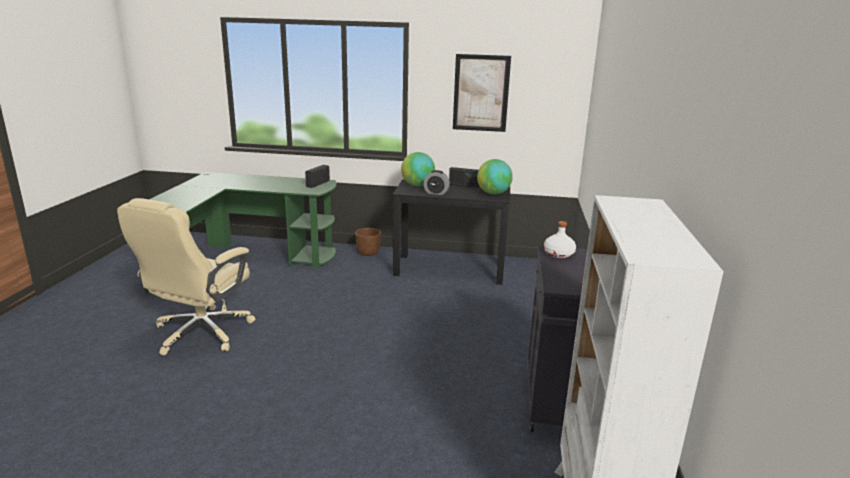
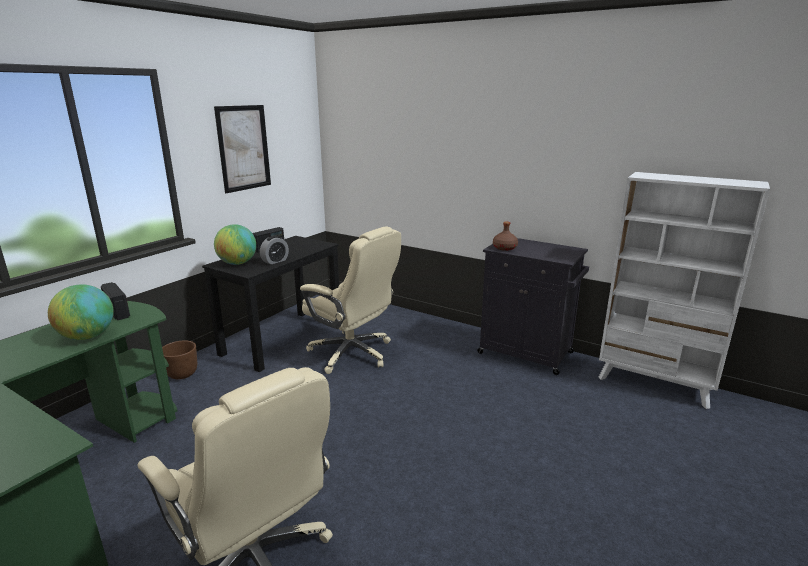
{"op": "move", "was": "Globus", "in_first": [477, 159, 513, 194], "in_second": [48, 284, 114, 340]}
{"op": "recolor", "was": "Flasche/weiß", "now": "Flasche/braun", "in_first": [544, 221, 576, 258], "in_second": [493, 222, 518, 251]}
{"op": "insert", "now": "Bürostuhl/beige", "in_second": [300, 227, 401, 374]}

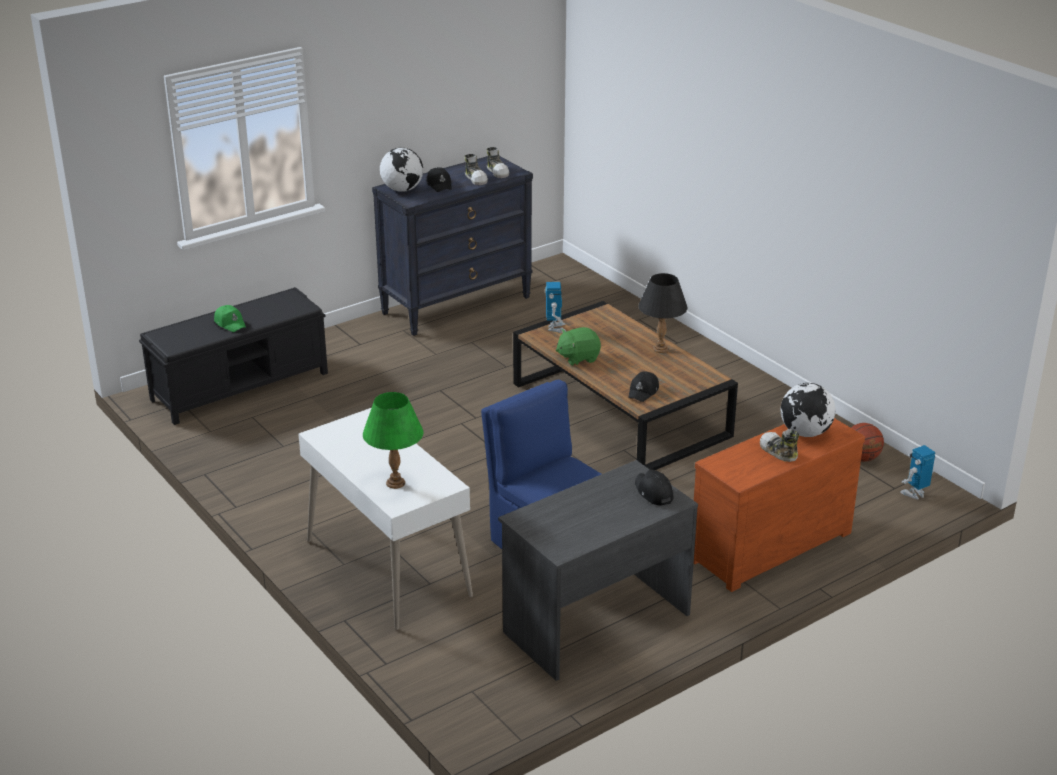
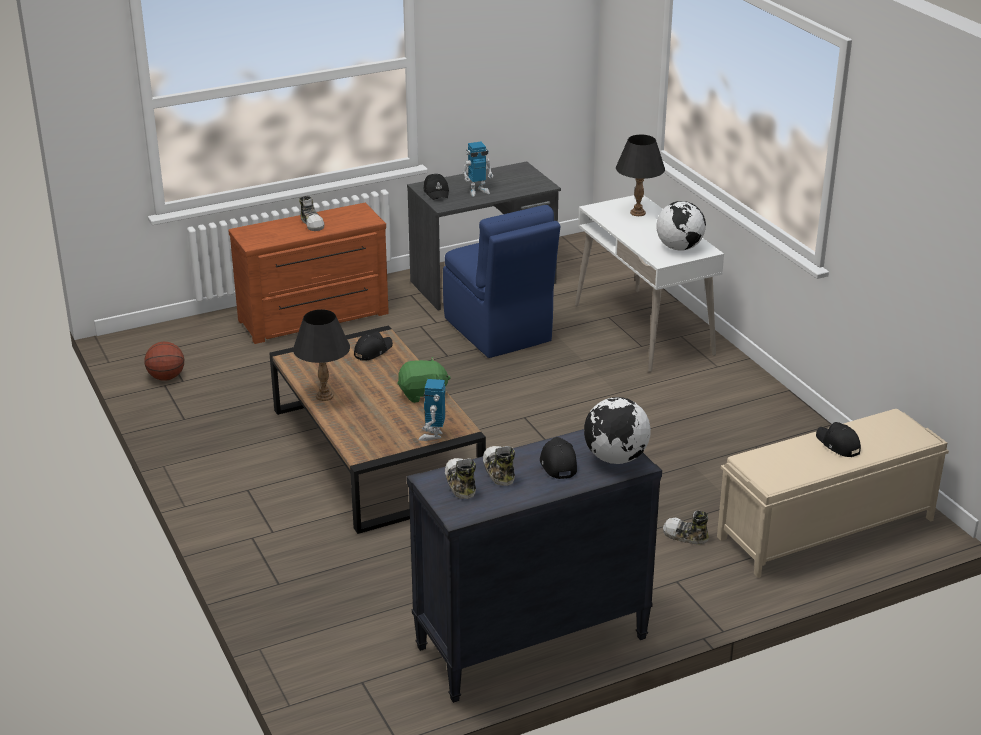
{"op": "recolor", "was": "Bank/schwarz", "now": "Bank/beige", "in_first": [139, 287, 328, 425], "in_second": [717, 409, 949, 578]}
{"op": "recolor", "was": "Kappe/grün", "now": "Kappe/schwarz", "in_first": [214, 305, 246, 332], "in_second": [816, 422, 861, 457]}
{"op": "recolor", "was": "Tischlampe/grün", "now": "Tischlampe/schwarz", "in_first": [363, 392, 423, 489], "in_second": [616, 135, 665, 216]}
{"op": "move", "was": "Globus", "in_first": [781, 383, 836, 437], "in_second": [656, 201, 706, 251]}
{"op": "move", "was": "Spielzeugroboter", "in_first": [900, 445, 936, 500], "in_second": [462, 142, 493, 196]}
{"op": "insert", "now": "Schuh", "in_second": [663, 511, 709, 545]}

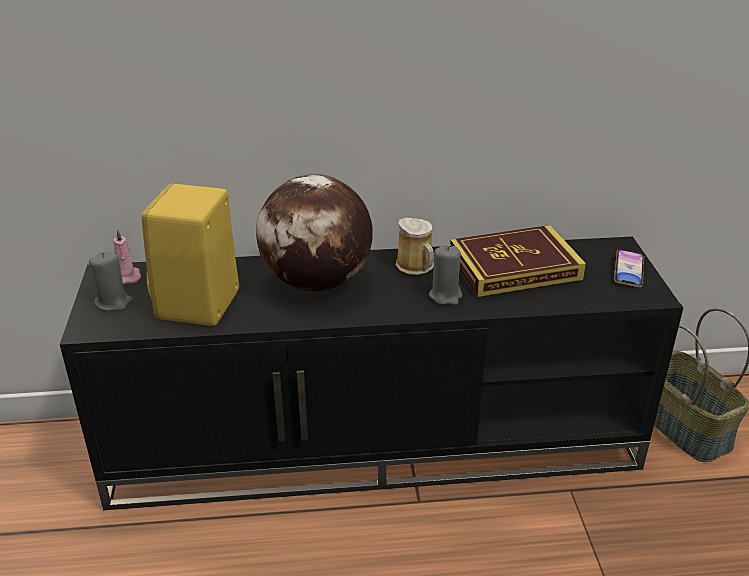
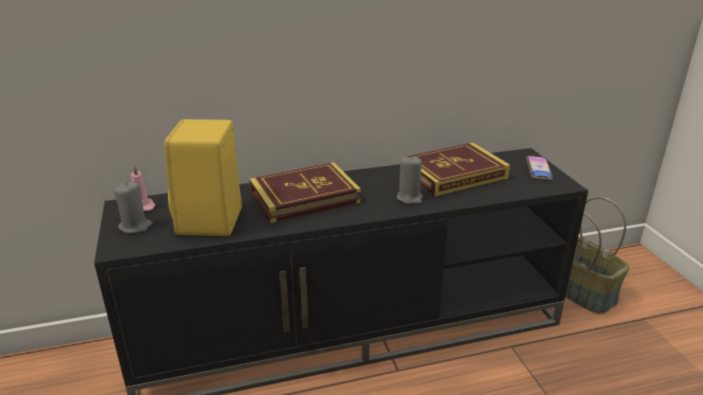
{"op": "replace", "was": "Globus", "now": "Buch", "in_first": [256, 174, 373, 292], "in_second": [249, 162, 361, 223]}
{"op": "delete", "was": "Henkelbecher", "in_first": [396, 217, 434, 275]}

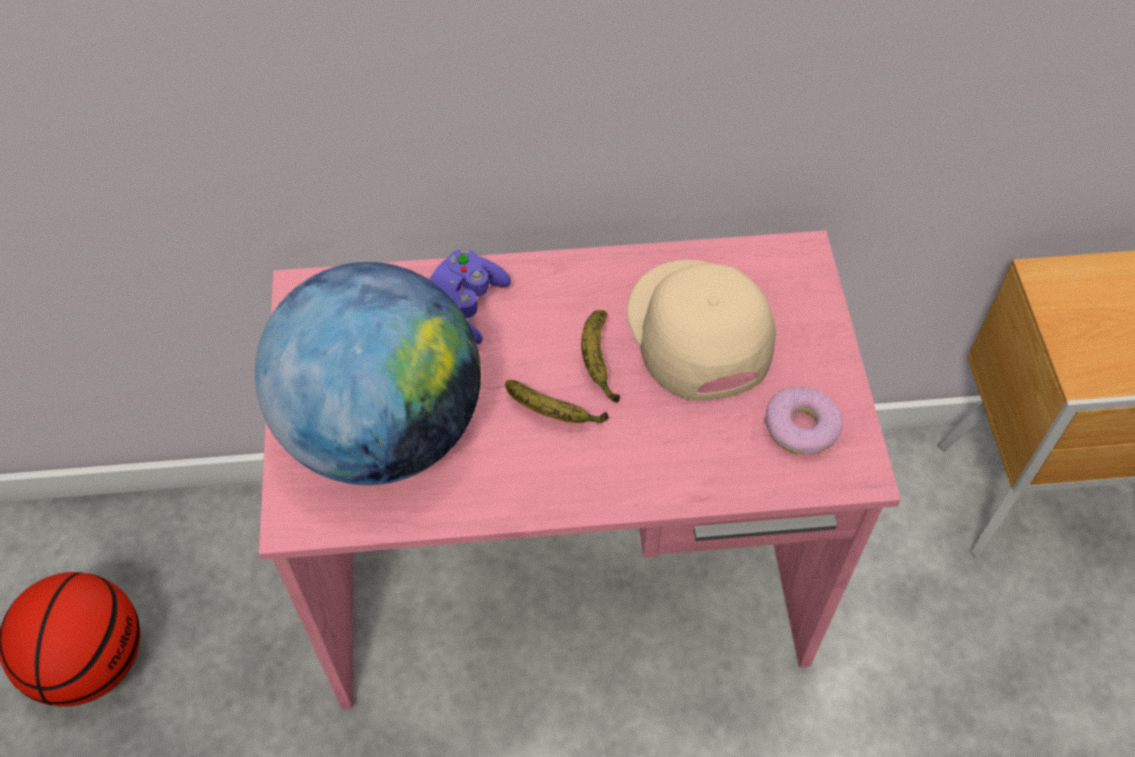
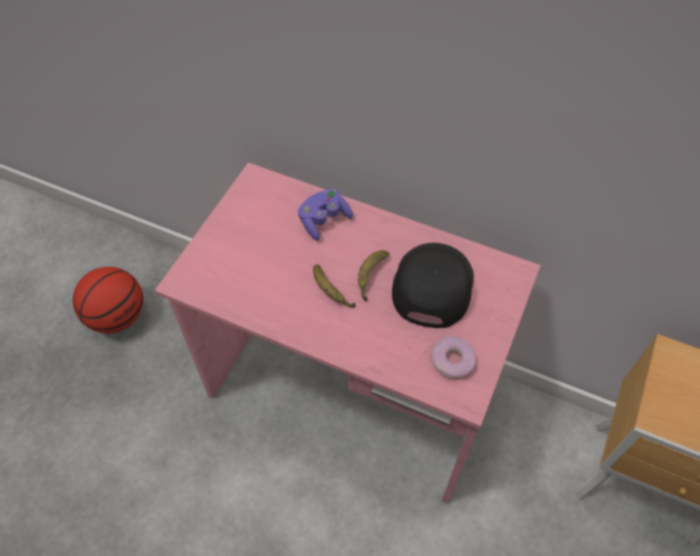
{"op": "delete", "was": "Globus", "in_first": [255, 262, 481, 485]}
{"op": "recolor", "was": "Kappe/beige", "now": "Kappe/schwarz", "in_first": [627, 260, 776, 401], "in_second": [392, 243, 474, 328]}

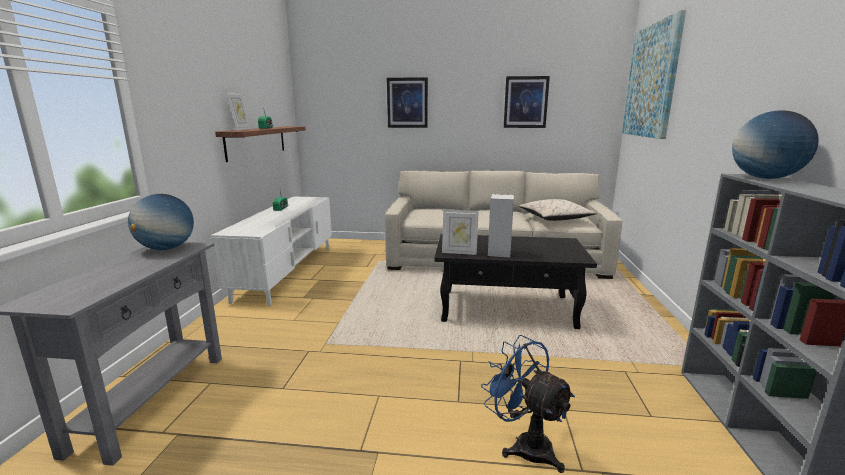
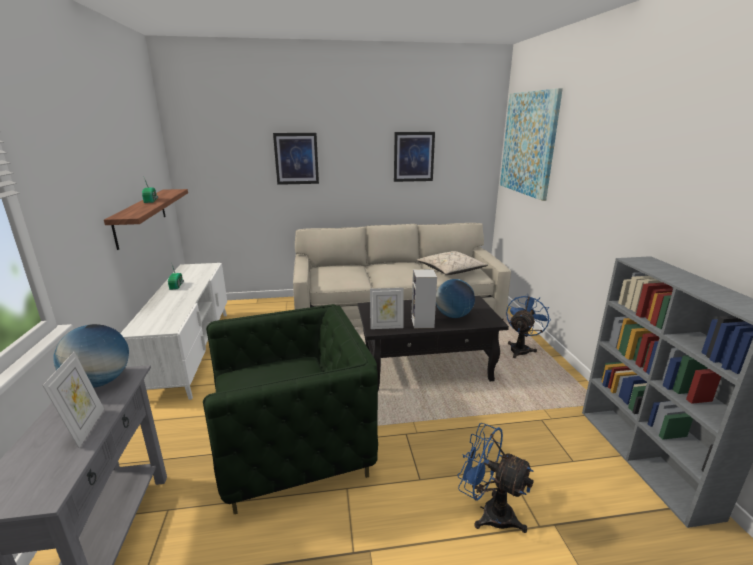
{"op": "move", "was": "Bilderrahmen", "in_first": [226, 91, 251, 130], "in_second": [42, 352, 104, 448]}
{"op": "move", "was": "Globus", "in_first": [732, 110, 819, 179], "in_second": [436, 279, 475, 318]}
{"op": "insert", "now": "Sessel/grün", "in_second": [203, 304, 378, 514]}
{"op": "insert", "now": "Ventilator/blau", "in_second": [506, 294, 551, 358]}

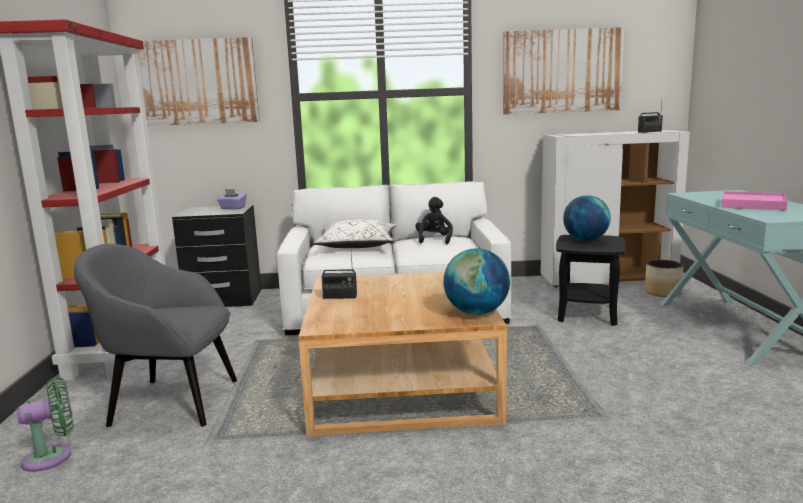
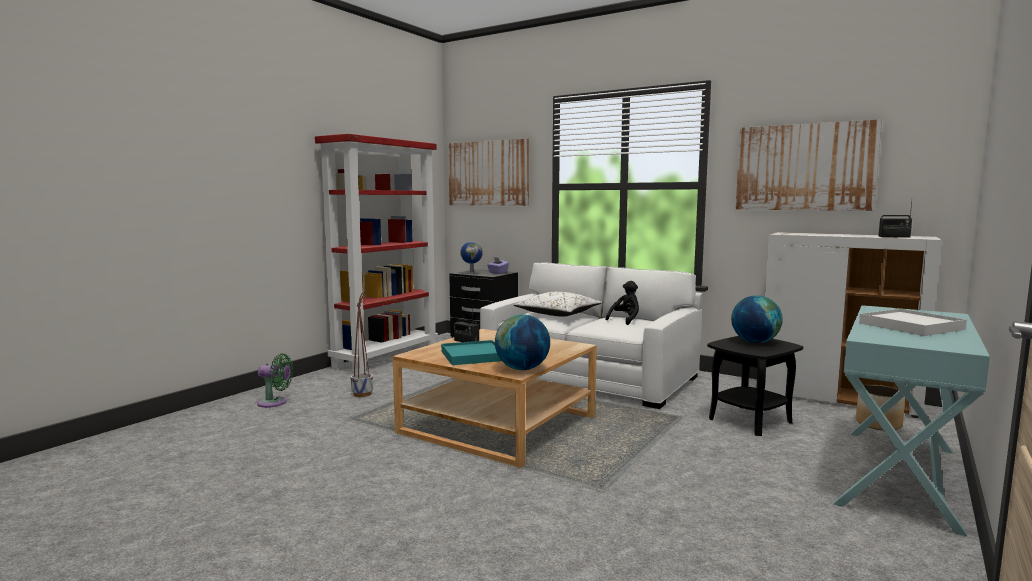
{"op": "replace", "was": "Sessel/grau", "now": "Pflanzkübel", "in_first": [74, 244, 237, 427], "in_second": [351, 291, 373, 397]}
{"op": "recolor", "was": "Tablett/rosa", "now": "Tablett/weiß", "in_first": [721, 191, 788, 211], "in_second": [859, 309, 967, 336]}
{"op": "insert", "now": "Tablett/türkis", "in_second": [441, 340, 501, 365]}
{"op": "insert", "now": "Globus", "in_second": [460, 242, 483, 274]}

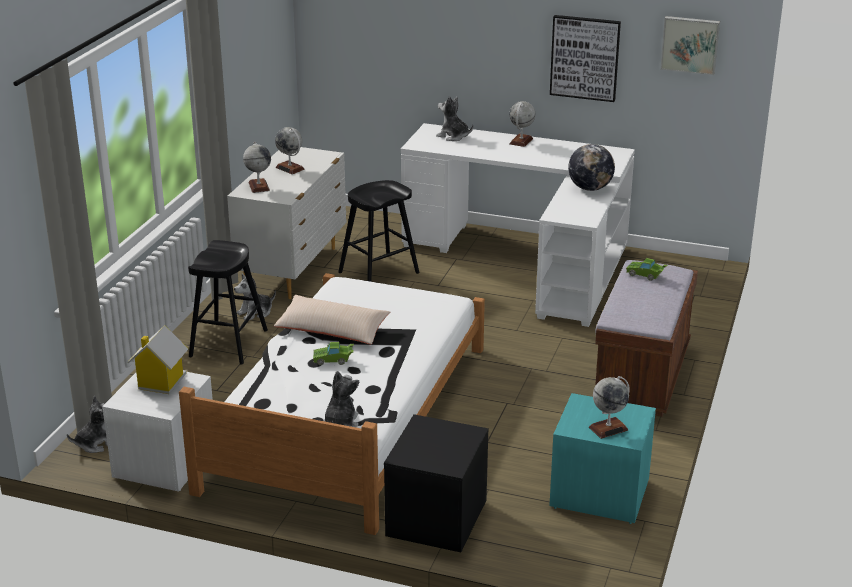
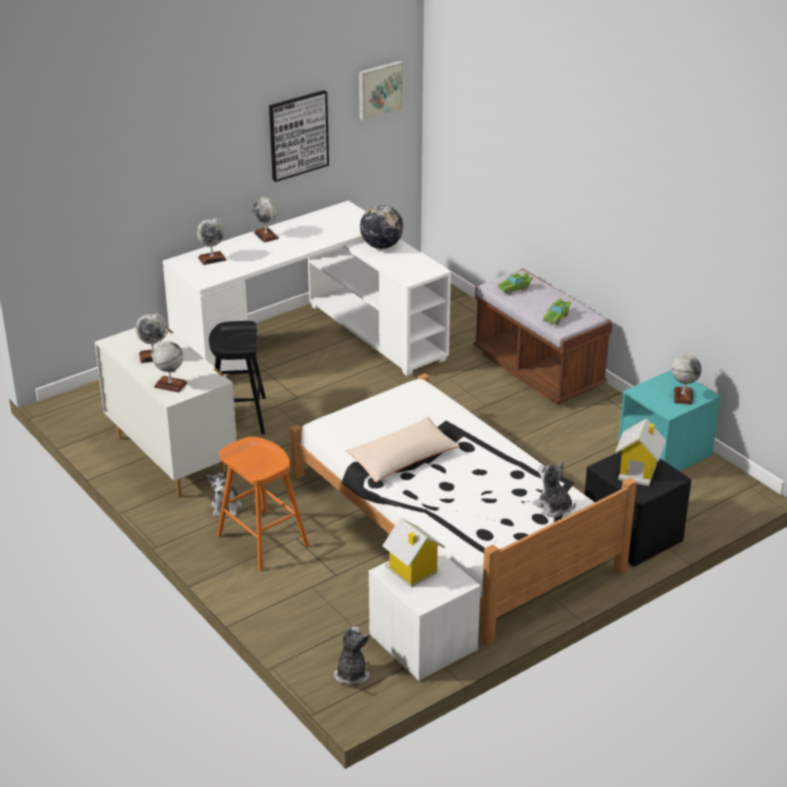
{"op": "recolor", "was": "Hocker/schwarz", "now": "Hocker/orange", "in_first": [188, 240, 268, 365], "in_second": [217, 437, 309, 571]}
{"op": "move", "was": "Spielzeugauto/grün", "in_first": [313, 342, 354, 365], "in_second": [543, 299, 571, 325]}
{"op": "replace", "was": "Plüschtier", "now": "Globus", "in_first": [436, 96, 473, 141], "in_second": [197, 218, 227, 265]}
{"op": "insert", "now": "Spielzeughaus", "in_second": [615, 418, 666, 486]}

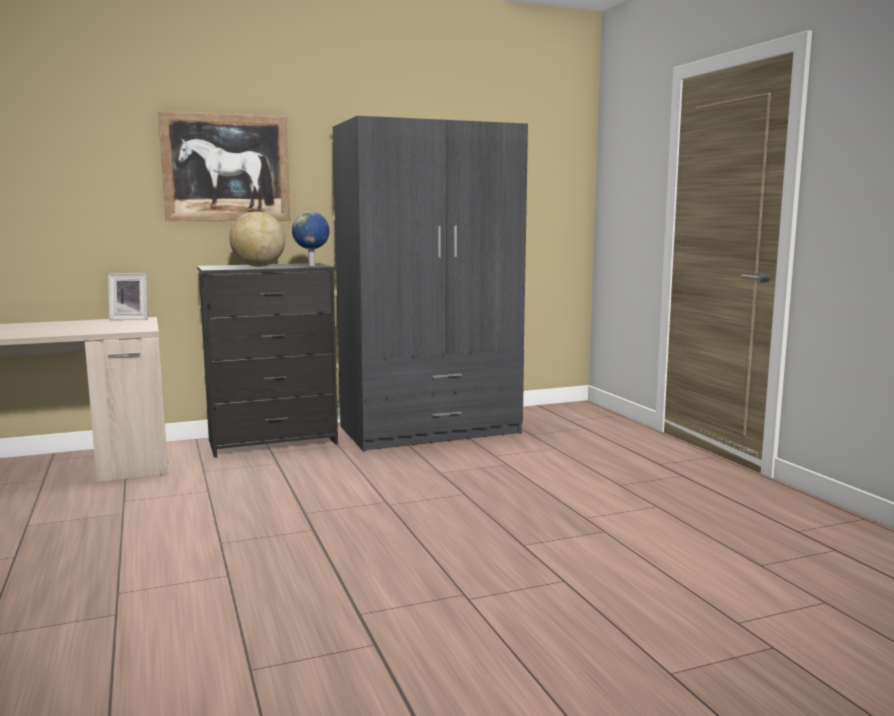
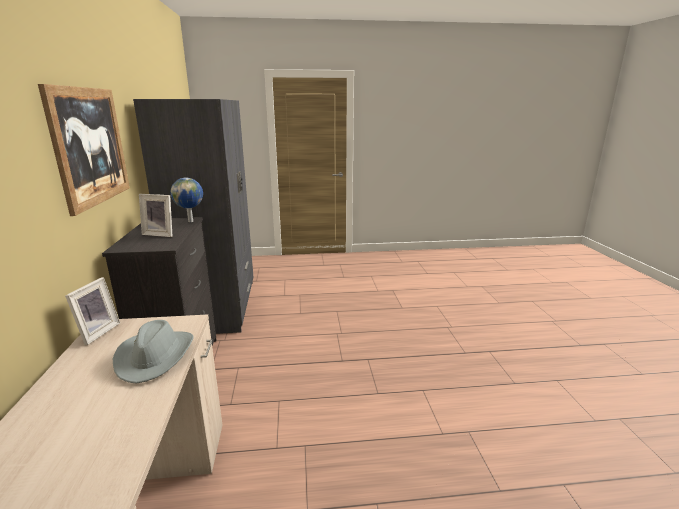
{"op": "replace", "was": "Globus", "now": "Bilderrahmen", "in_first": [229, 212, 285, 267], "in_second": [139, 194, 173, 237]}
{"op": "insert", "now": "Hut/grau", "in_second": [113, 320, 194, 384]}

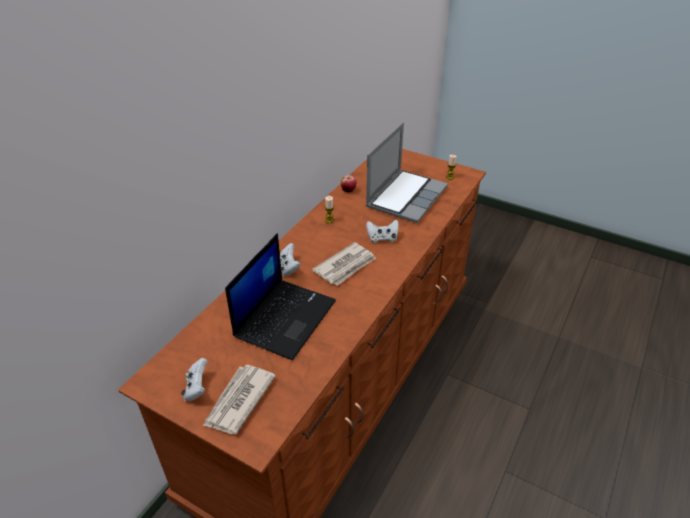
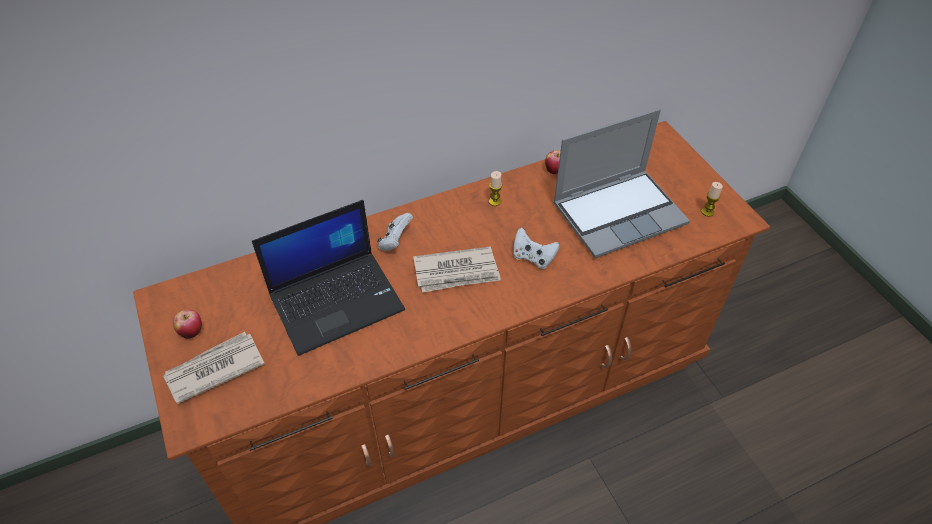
{"op": "replace", "was": "Gamepad/weiß", "now": "Apfel", "in_first": [181, 358, 207, 401], "in_second": [173, 310, 202, 339]}

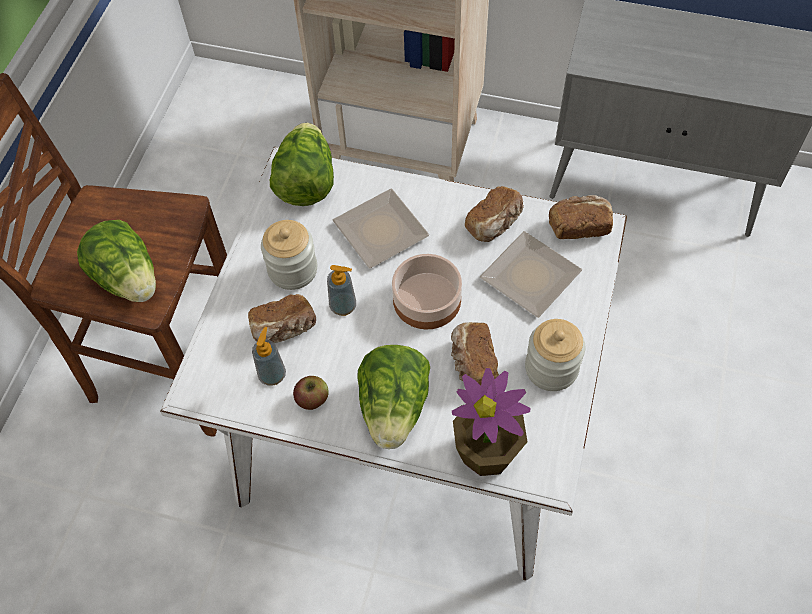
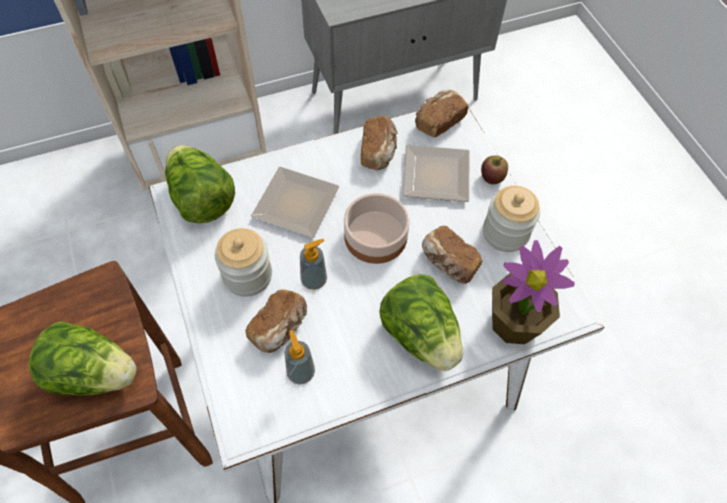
{"op": "move", "was": "Apfel", "in_first": [293, 376, 329, 410], "in_second": [481, 155, 508, 184]}

